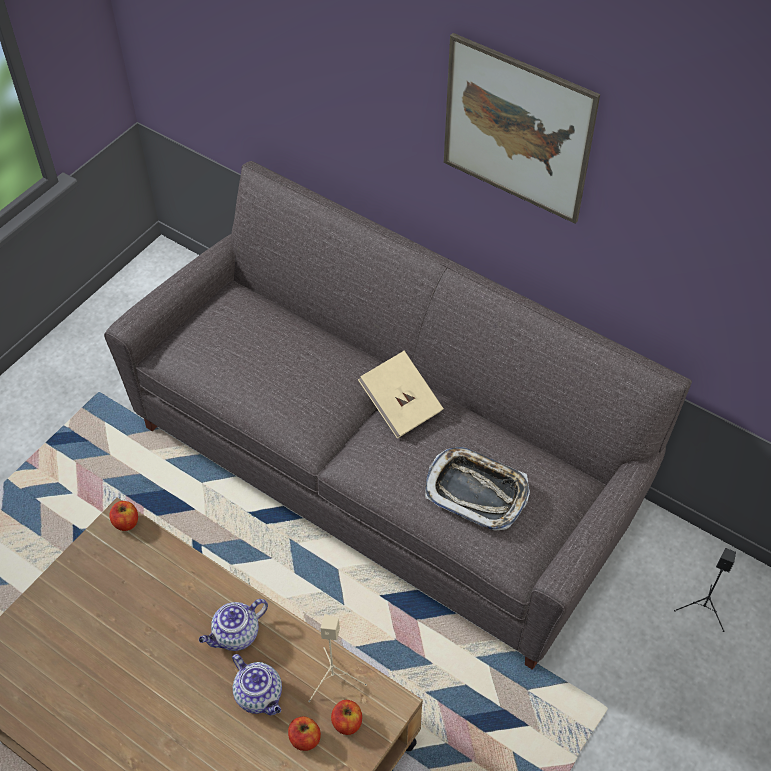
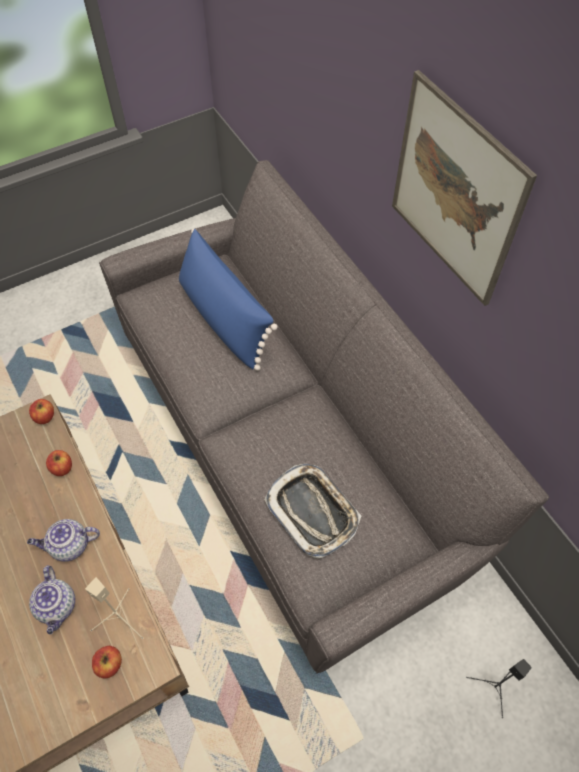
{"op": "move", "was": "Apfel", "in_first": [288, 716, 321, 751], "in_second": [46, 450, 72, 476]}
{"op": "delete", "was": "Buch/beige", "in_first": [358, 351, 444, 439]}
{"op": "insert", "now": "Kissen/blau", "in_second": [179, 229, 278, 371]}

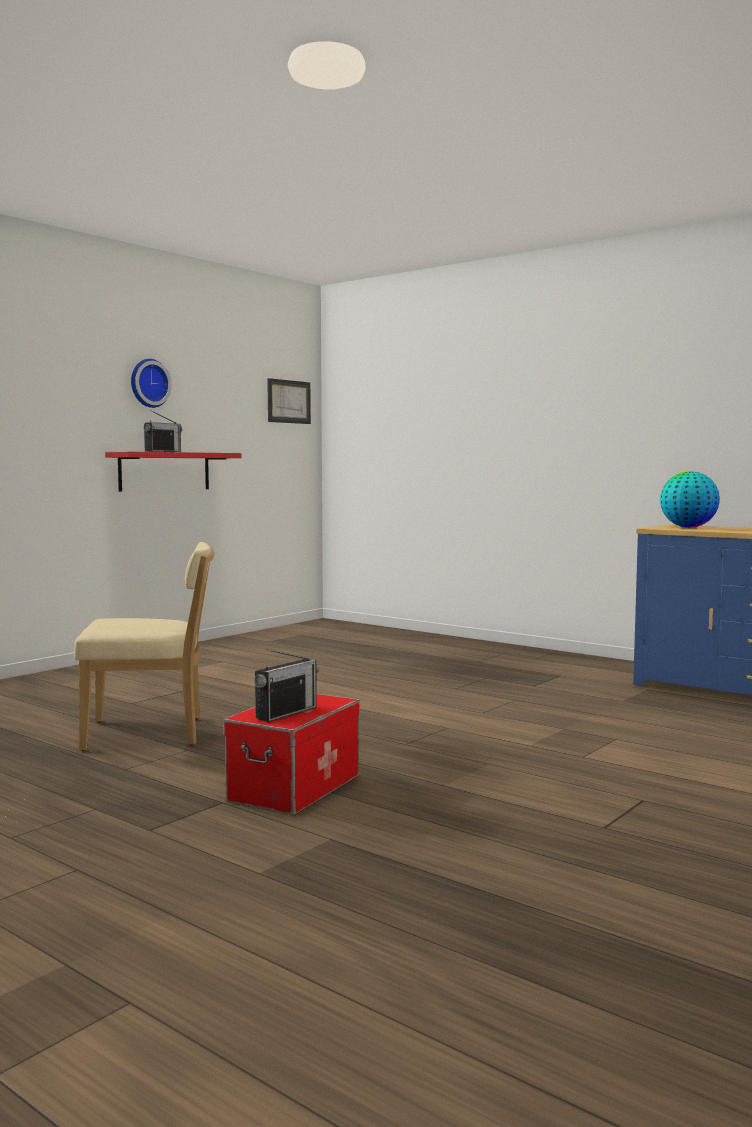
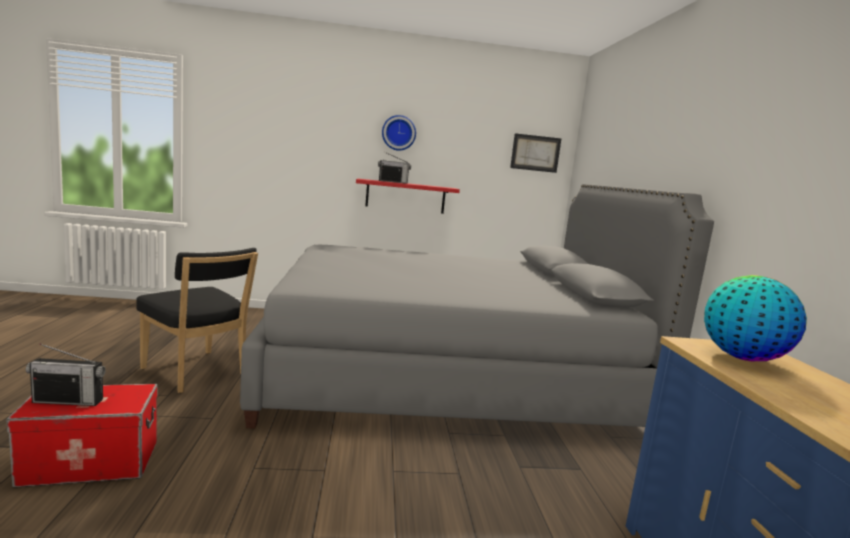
{"op": "recolor", "was": "Stuhl/beige", "now": "Stuhl/schwarz", "in_first": [74, 542, 215, 751], "in_second": [136, 248, 258, 393]}
{"op": "insert", "now": "Bett/grau", "in_second": [240, 184, 714, 429]}

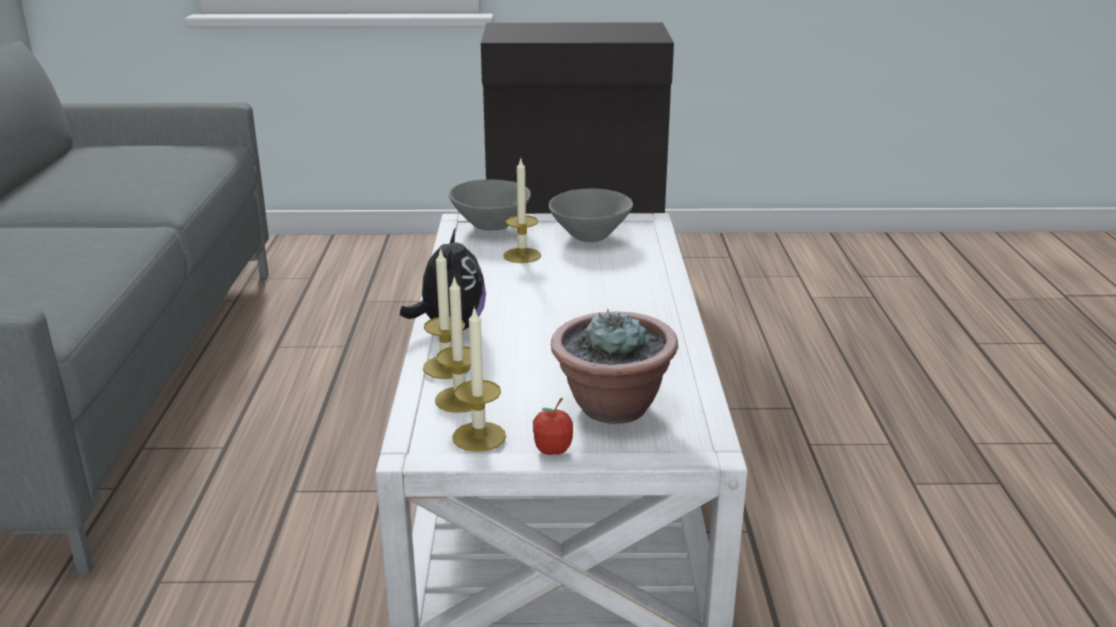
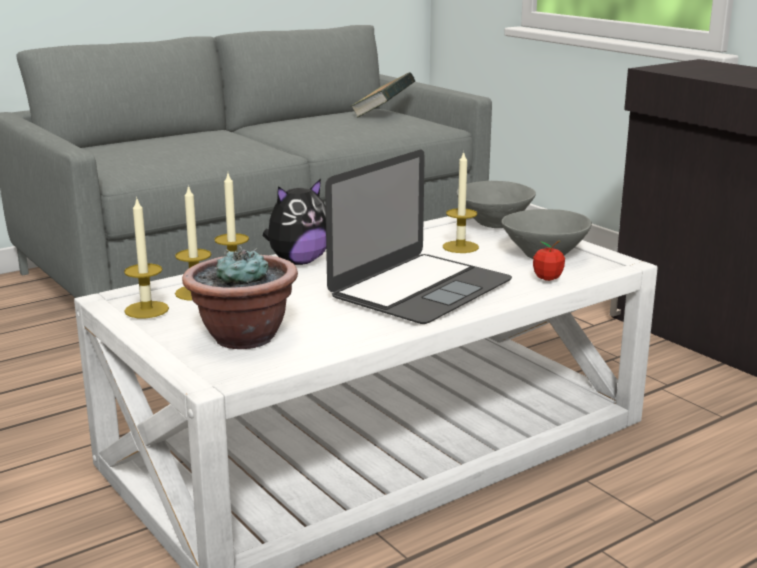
{"op": "move", "was": "Apfel", "in_first": [533, 398, 573, 455], "in_second": [533, 241, 565, 281]}
{"op": "insert", "now": "Laptop", "in_second": [325, 150, 512, 324]}
{"op": "insert", "now": "Buch", "in_second": [350, 72, 415, 118]}

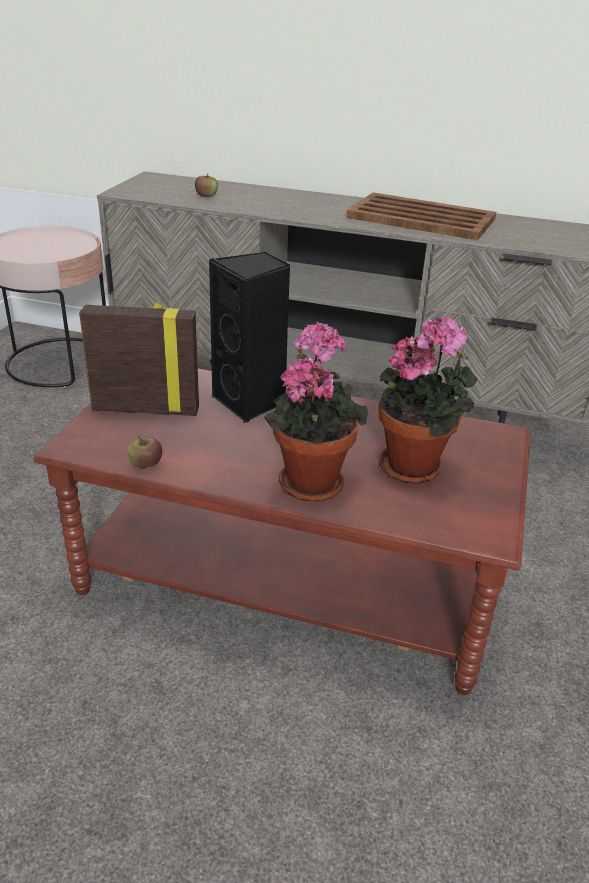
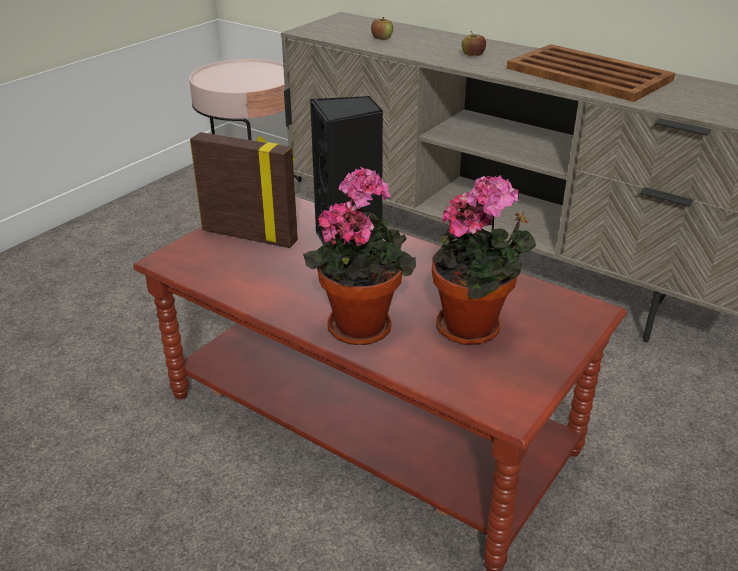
{"op": "move", "was": "Apfel", "in_first": [127, 436, 162, 468], "in_second": [461, 31, 486, 56]}

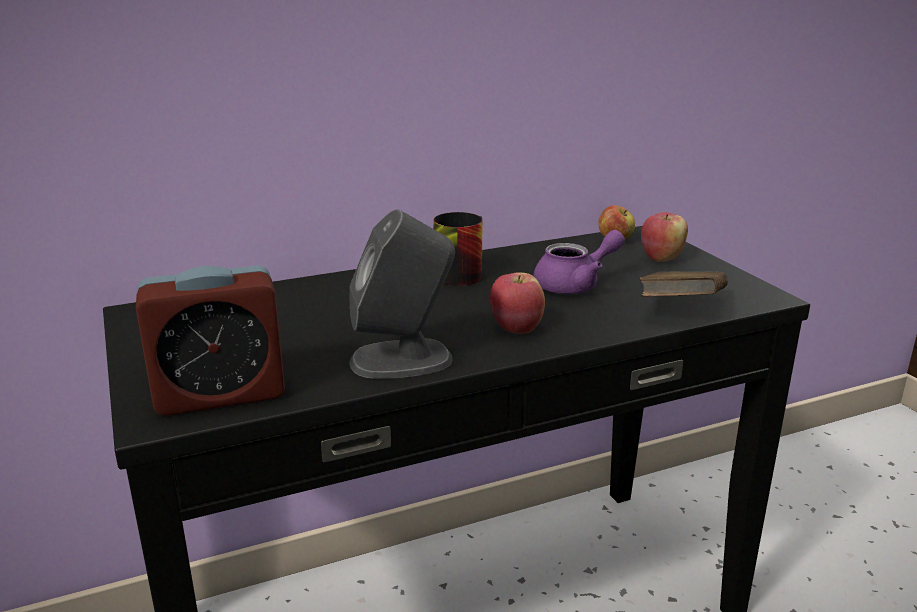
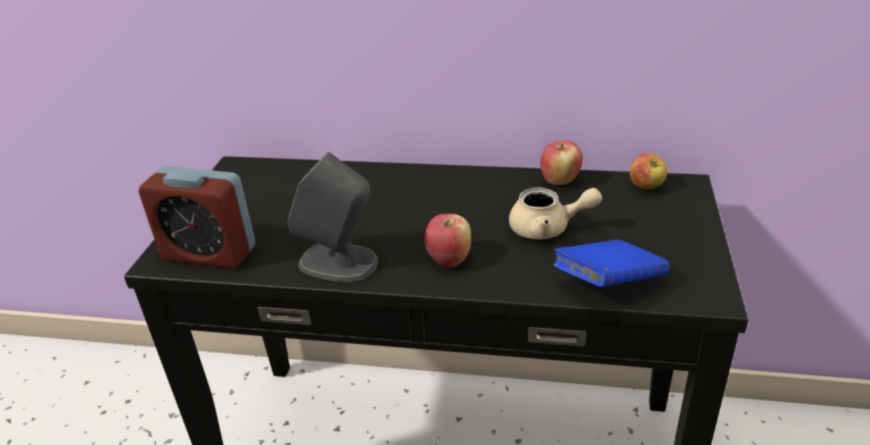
{"op": "delete", "was": "Henkelbecher", "in_first": [433, 212, 483, 286]}
{"op": "recolor", "was": "Teekanne/lila", "now": "Teekanne/beige", "in_first": [533, 230, 625, 294], "in_second": [509, 187, 602, 239]}
{"op": "recolor", "was": "Buch/braun", "now": "Buch/blau", "in_first": [639, 272, 728, 297], "in_second": [553, 240, 669, 287]}
{"op": "move", "was": "Apfel", "in_first": [641, 212, 688, 262], "in_second": [540, 140, 583, 185]}

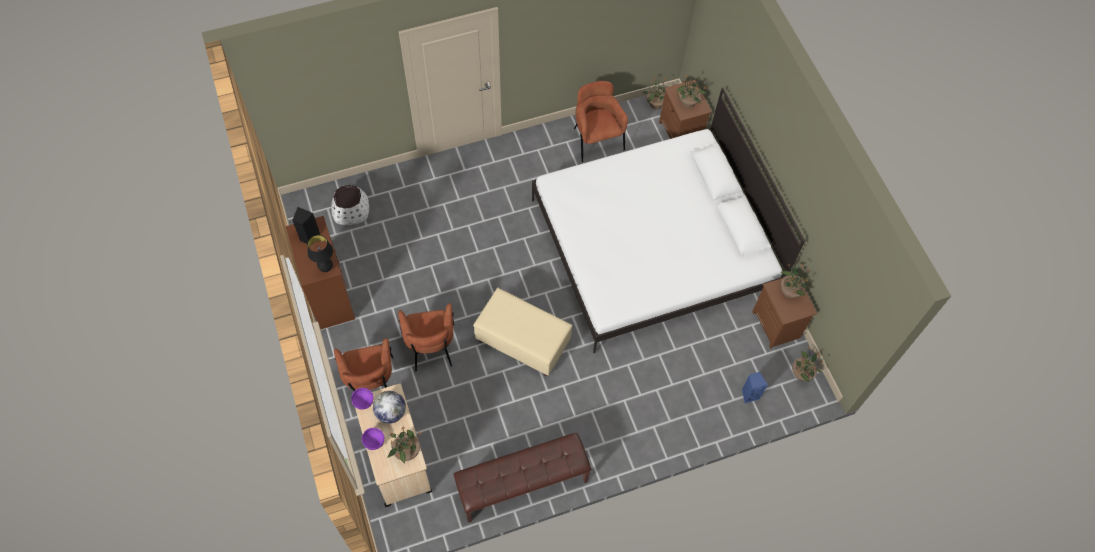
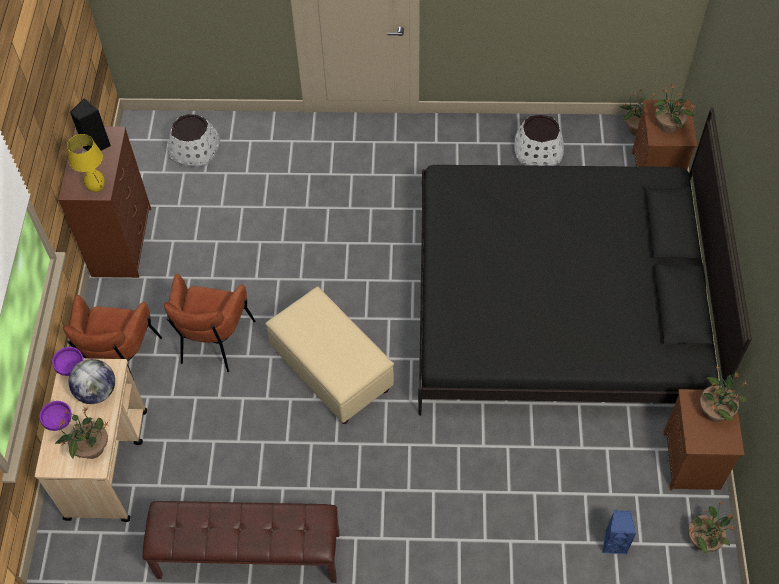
{"op": "recolor", "was": "Tischlampe/schwarz", "now": "Tischlampe/gelb", "in_first": [308, 235, 333, 272], "in_second": [67, 134, 105, 192]}
{"op": "recolor", "was": "Bett/weiß", "now": "Bett/schwarz", "in_first": [532, 87, 805, 353], "in_second": [418, 107, 752, 416]}
{"op": "replace", "was": "Sessel/braun", "now": "Pflanzkübel/weiß", "in_first": [574, 81, 628, 162], "in_second": [514, 115, 564, 166]}

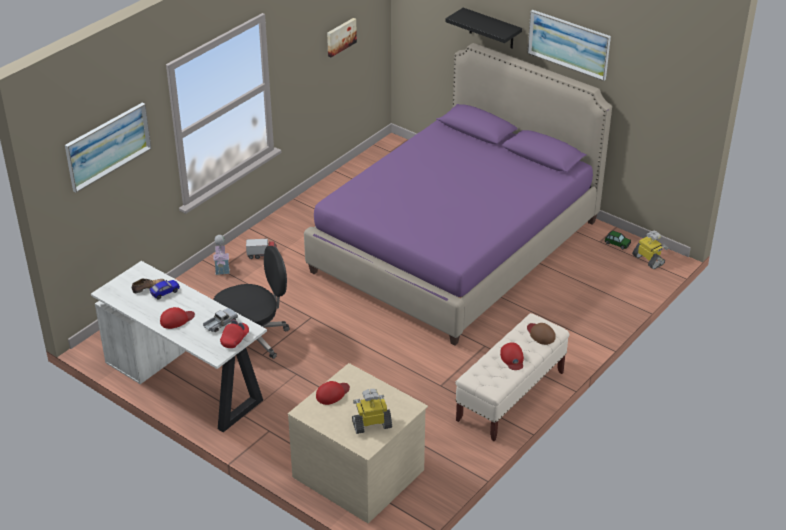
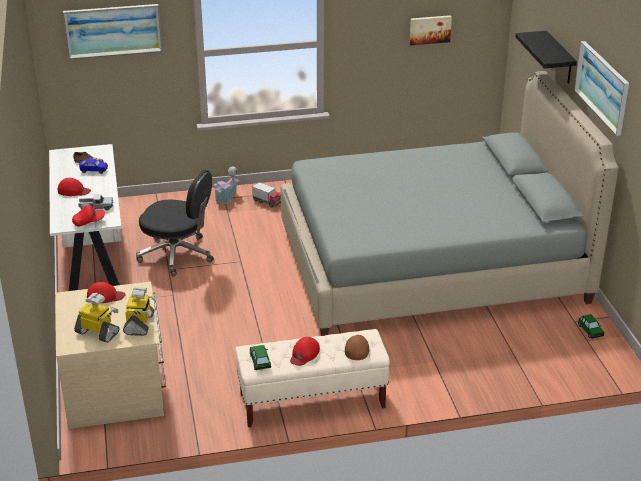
{"op": "recolor", "was": "Bett/lila", "now": "Bett/grau", "in_first": [304, 43, 612, 346], "in_second": [281, 71, 619, 336]}
{"op": "move", "was": "Spielzeugroboter", "in_first": [632, 231, 668, 269], "in_second": [123, 287, 157, 336]}
{"op": "insert", "now": "Spielzeugauto", "in_second": [250, 345, 271, 370]}

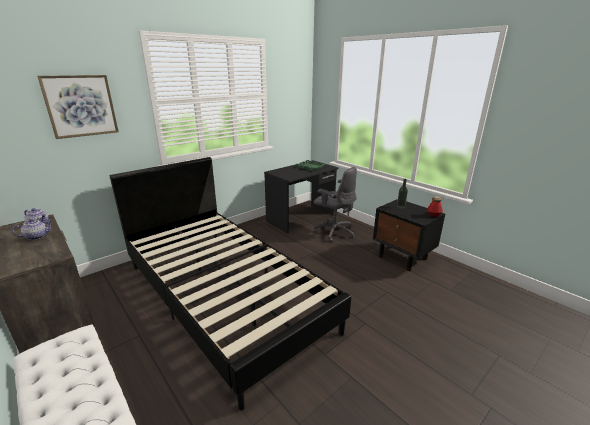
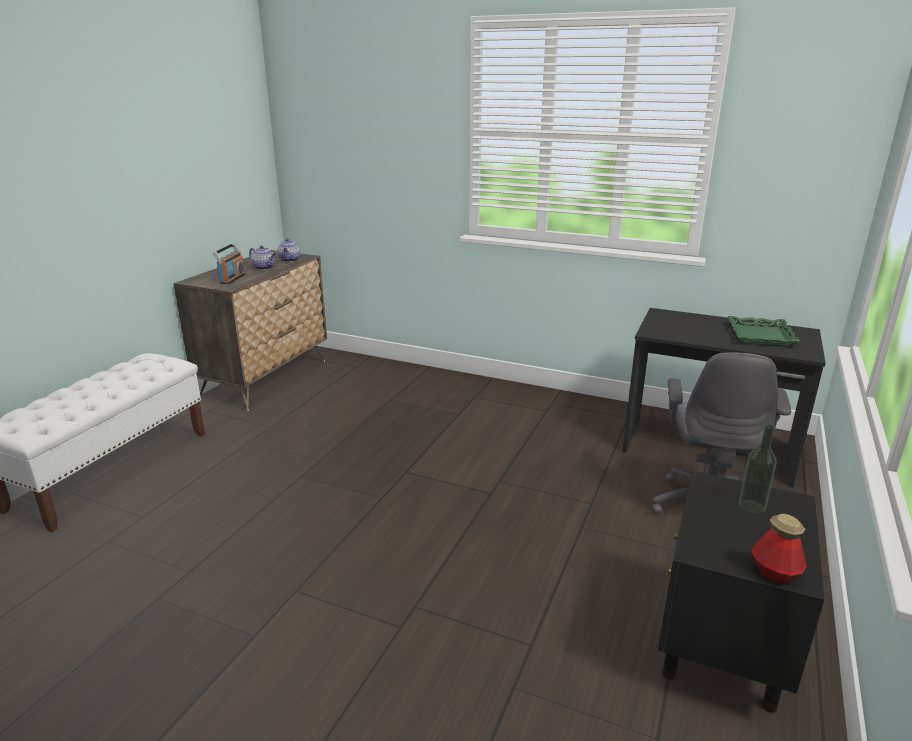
{"op": "delete", "was": "Bild", "in_first": [37, 75, 119, 139]}
{"op": "delete", "was": "Bett/schwarz", "in_first": [110, 157, 351, 410]}
{"op": "insert", "now": "Radio", "in_second": [213, 243, 245, 284]}

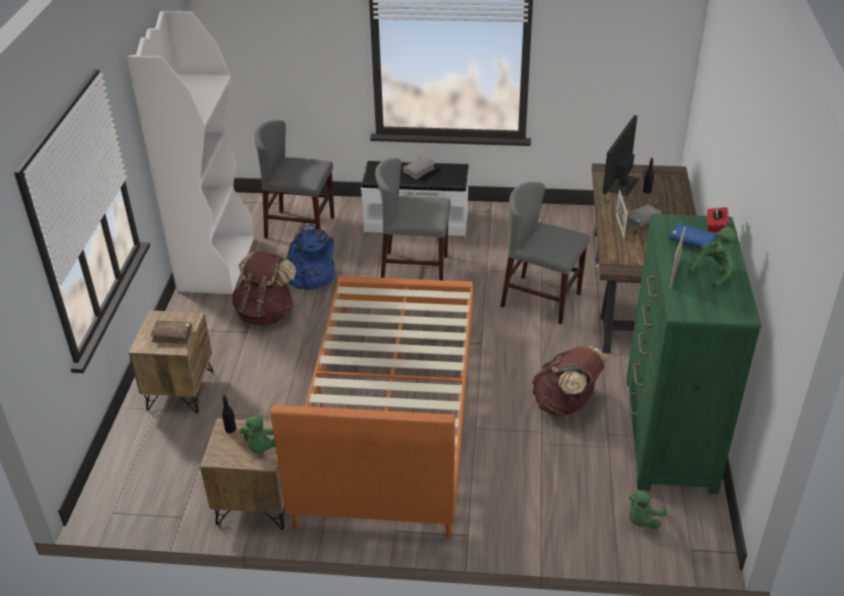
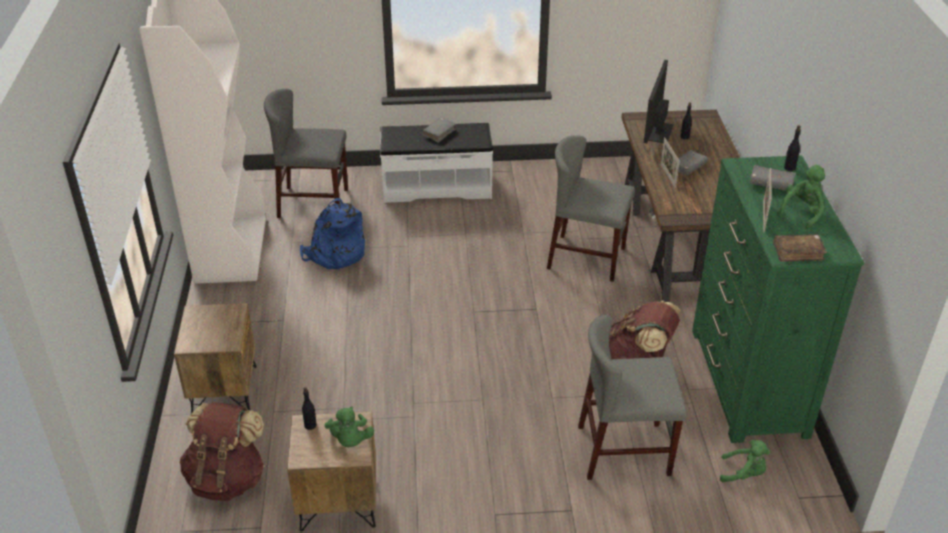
{"op": "move", "was": "Buch/braun", "in_first": [150, 320, 192, 344], "in_second": [773, 234, 827, 262]}
{"op": "move", "was": "Rucksack/braun", "in_first": [232, 252, 296, 326], "in_second": [180, 402, 265, 501]}
{"op": "delete", "was": "Bett/orange", "in_first": [271, 276, 473, 539]}
{"op": "move", "was": "Stuhl/grau", "in_first": [375, 158, 451, 280], "in_second": [578, 315, 687, 480]}
{"op": "rotate", "was": "Plüschtier/grün", "in_first": [629, 490, 667, 529], "in_second": [720, 440, 770, 482], "clockwise": -105}
{"op": "recolor", "was": "Buch/blau", "now": "Buch/grau", "in_first": [670, 223, 717, 249], "in_second": [750, 165, 796, 191]}
{"op": "replace", "was": "Taschentuchbox/rot", "now": "Flasche/schwarz", "in_first": [707, 205, 729, 233], "in_second": [784, 125, 801, 171]}

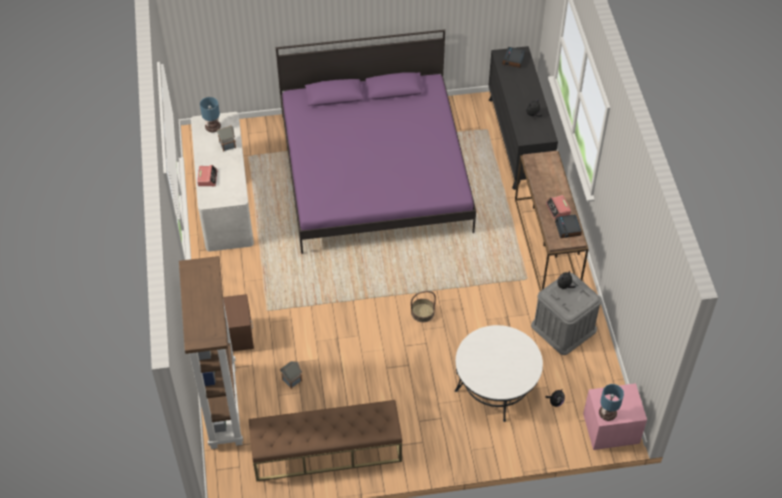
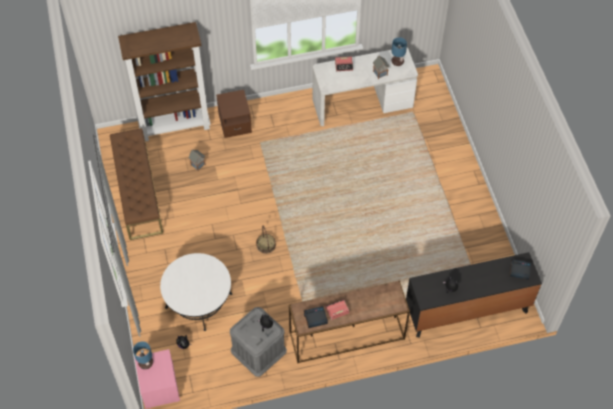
{"op": "delete", "was": "Bett/lila", "in_first": [276, 30, 476, 254]}

